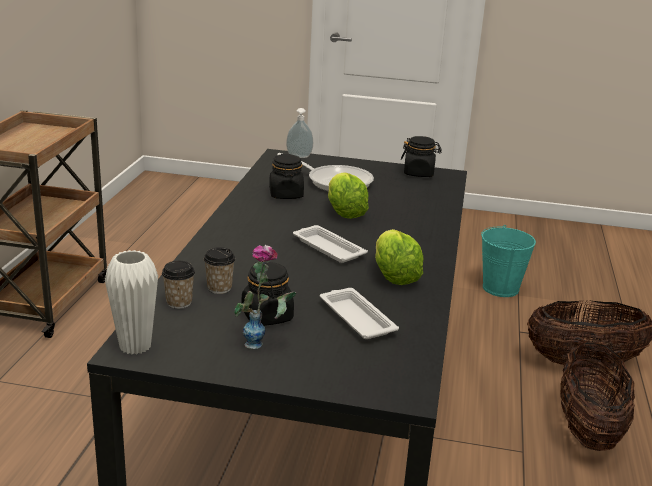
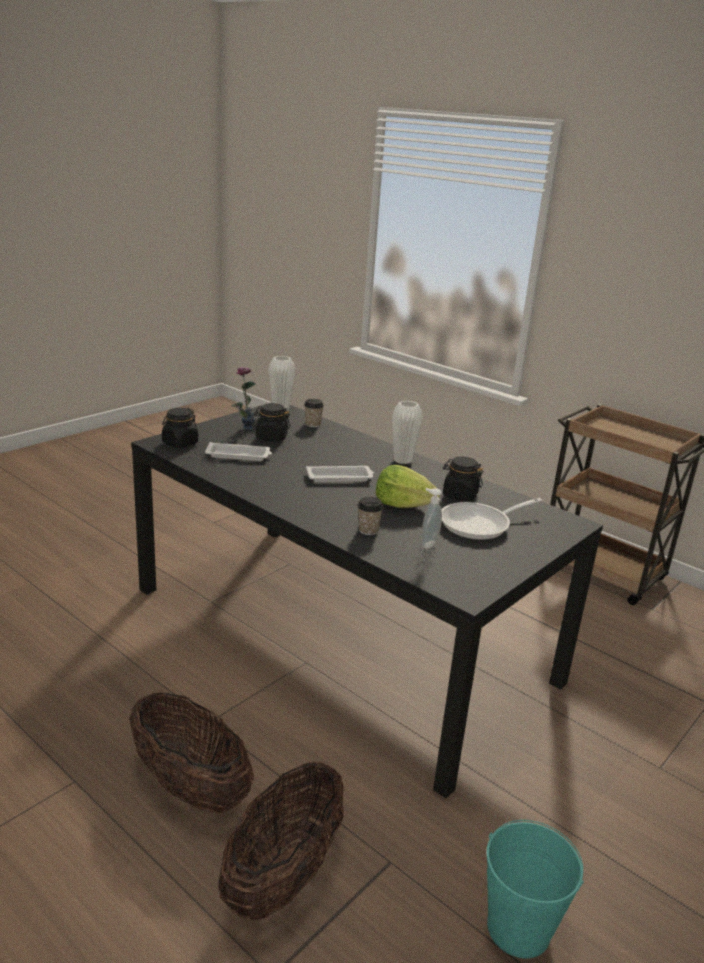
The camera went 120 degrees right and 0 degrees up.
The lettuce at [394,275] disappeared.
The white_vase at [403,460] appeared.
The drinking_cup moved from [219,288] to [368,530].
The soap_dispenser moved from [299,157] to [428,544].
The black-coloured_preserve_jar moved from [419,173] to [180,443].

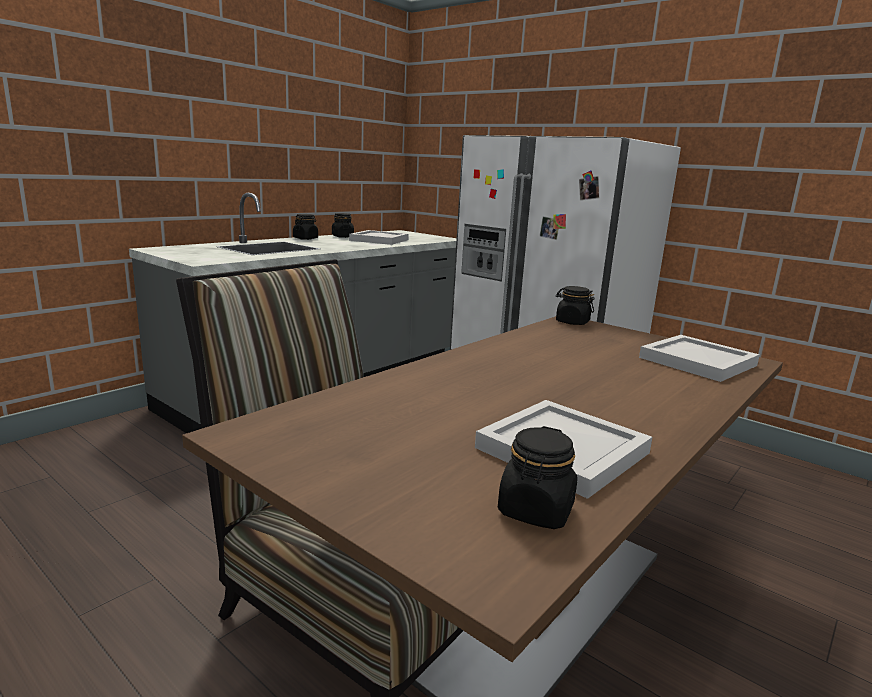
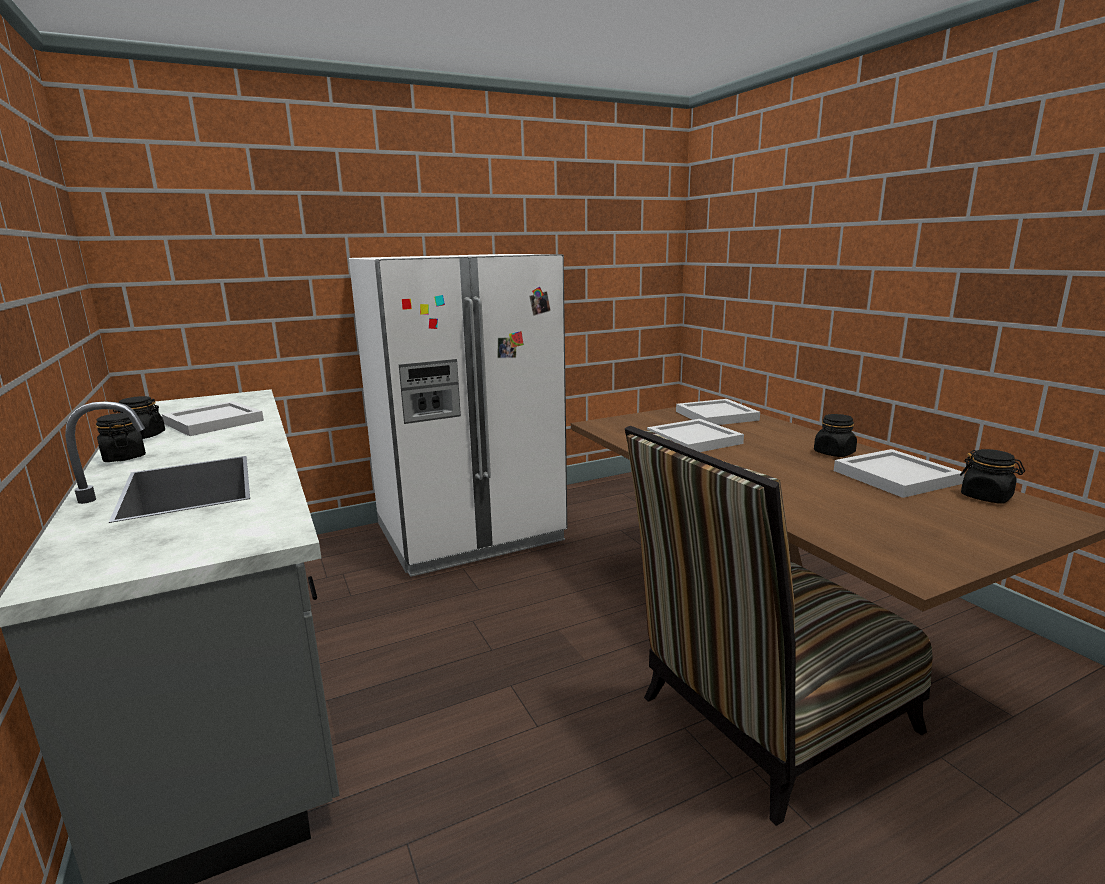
The camera went 65 degrees left and 0 degrees up.
The white_tray at [693,440] appeared.
The black-coloured_preserve_jar moved from [572,322] to [834,453].

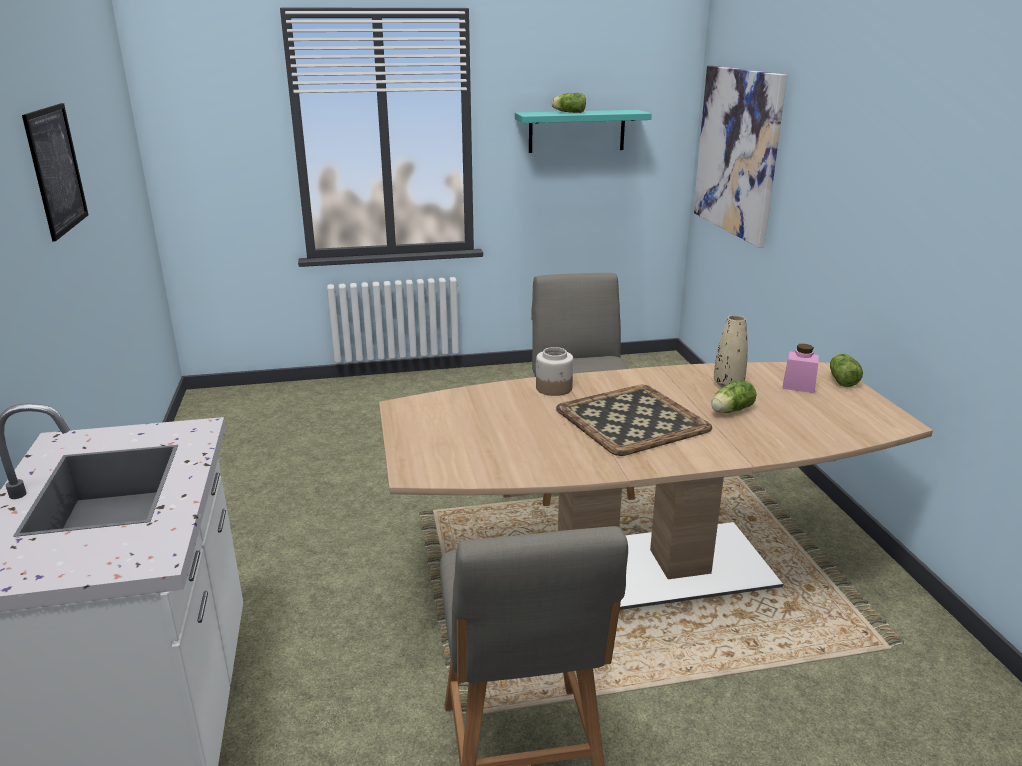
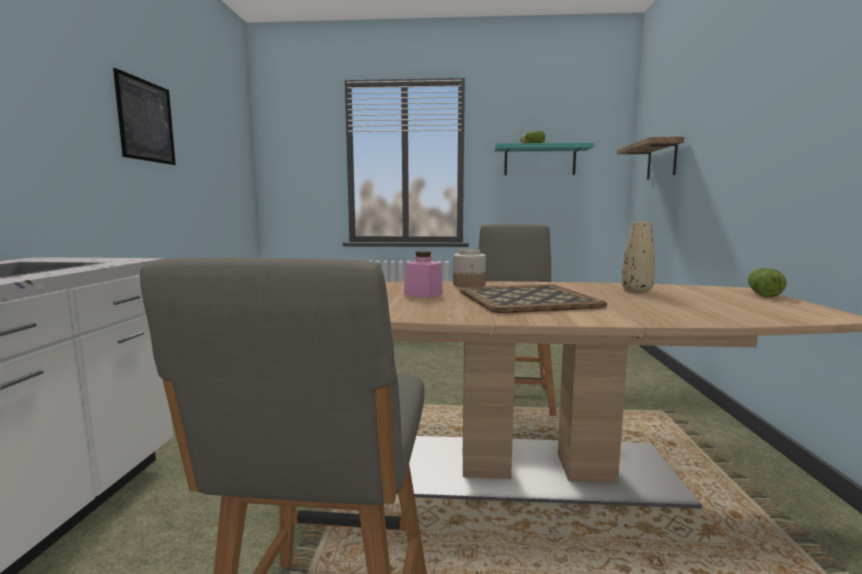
The camera went 15 degrees right and 15 degrees down.
The lettuce at [730,411] disappeared.
The pinkish_preserve_jar moved from [798,386] to [423,294].
The wall_picture at [737,152] was replaced by the bracket_shelf at [662,160].

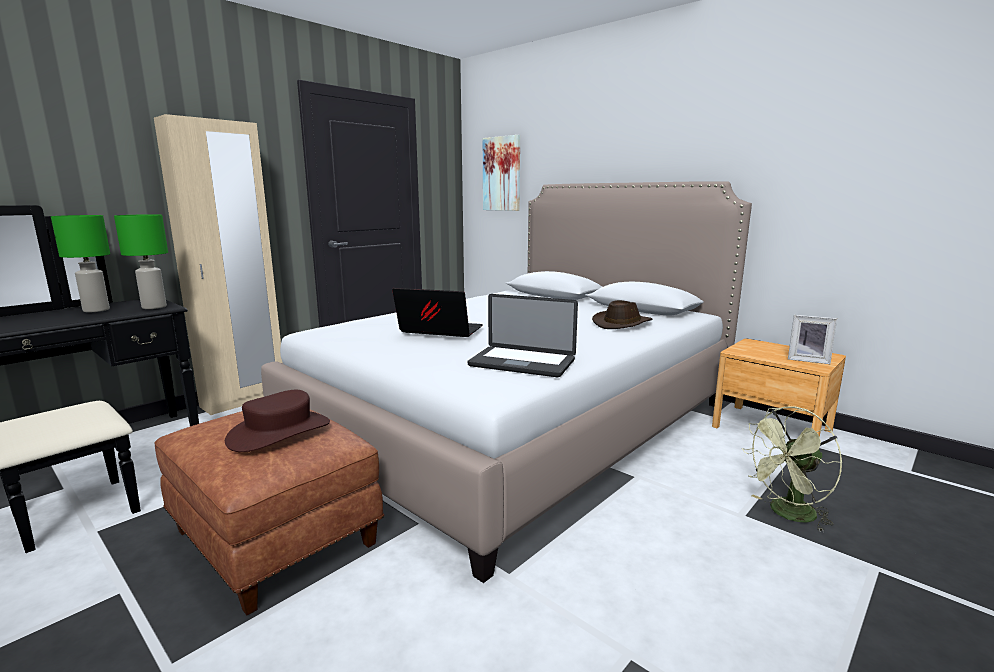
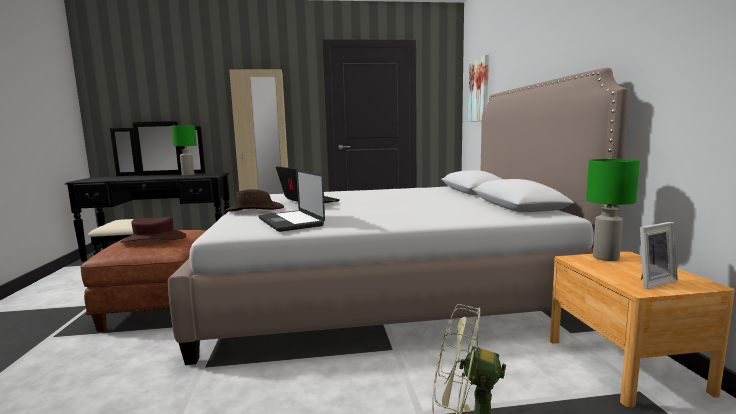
The camera went 40 degrees right and 5 degrees down.
The greenish_table_lamp moved from [154,307] to [605,257].
The brown-coloured_hat moved from [622,324] to [254,210].
The photo_frame at [808,360] turned 90 degrees counterclockwise.

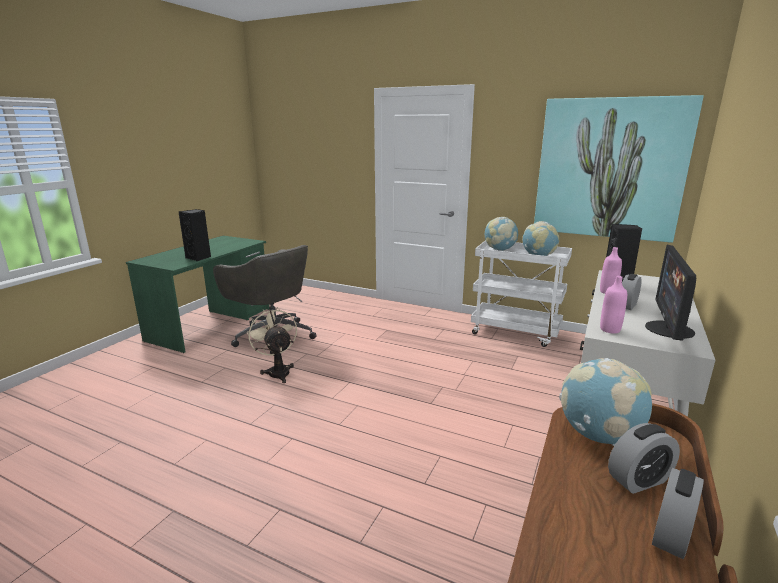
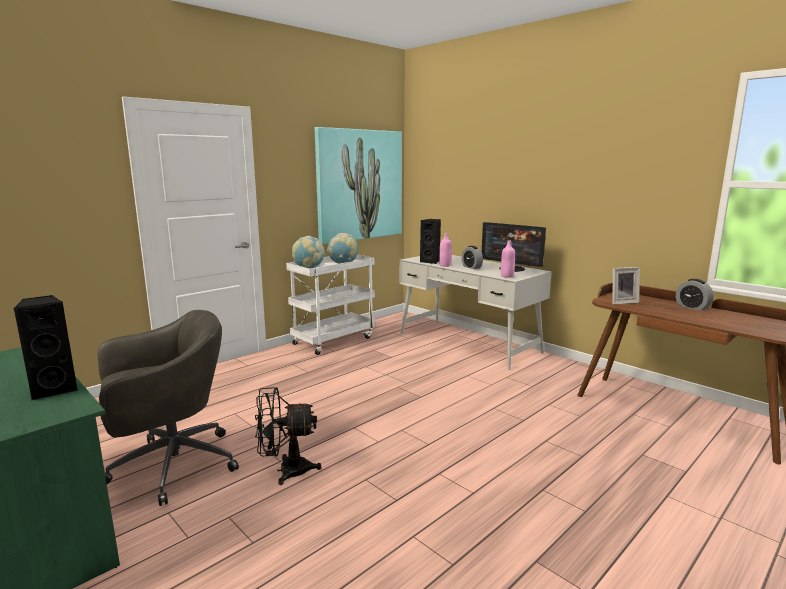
The camera went 70 degrees left and 5 degrees down.
The table_clock at [638,480] disappeared.
The world_globe at [598,435] was replaced by the photo_frame at [622,302].
The sand-coloured_cooling_fan at [277,371] became the black-coloured_cooling_fan at [286,470].

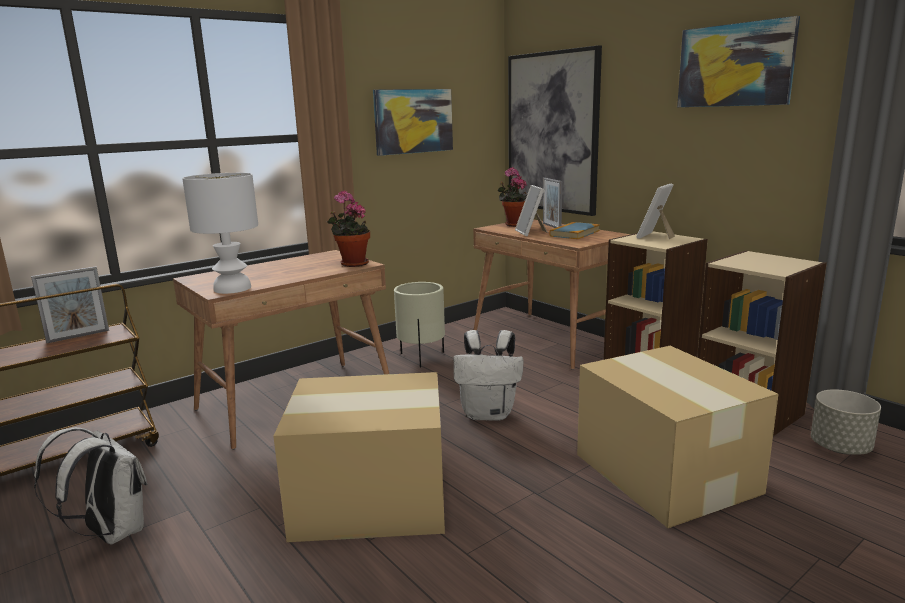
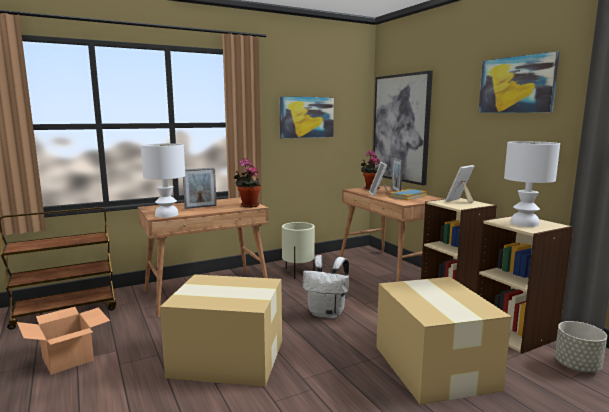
The camera went 10 degrees right and 5 degrees down.
The white_table_lamp at [524,223] appeared.
The photo_frame moved from [78,336] to [200,207].
The white_backpack at [111,533] was replaced by the packing_box at [67,358].

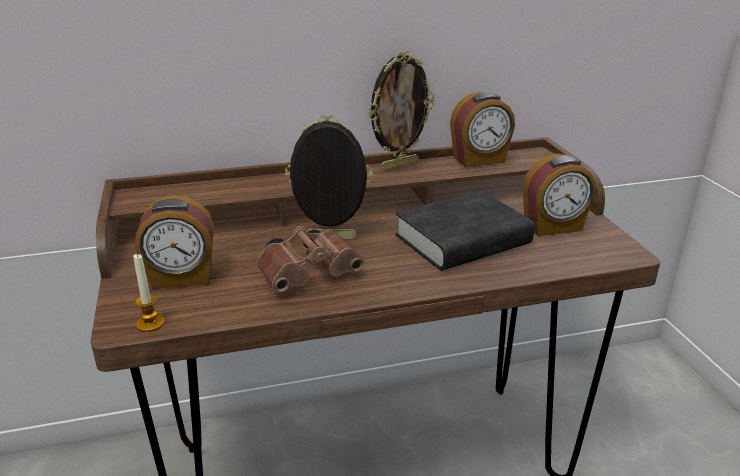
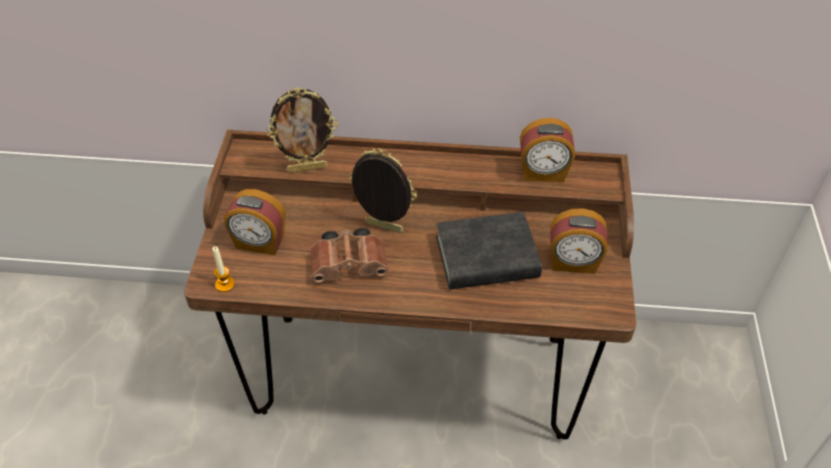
The camera went 20 degrees right and 20 degrees up.
The photo_frame moved from [399,165] to [307,168].

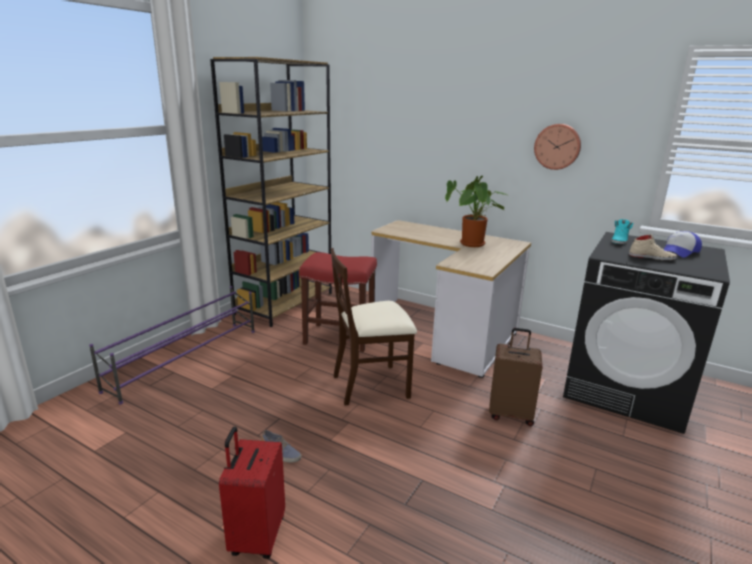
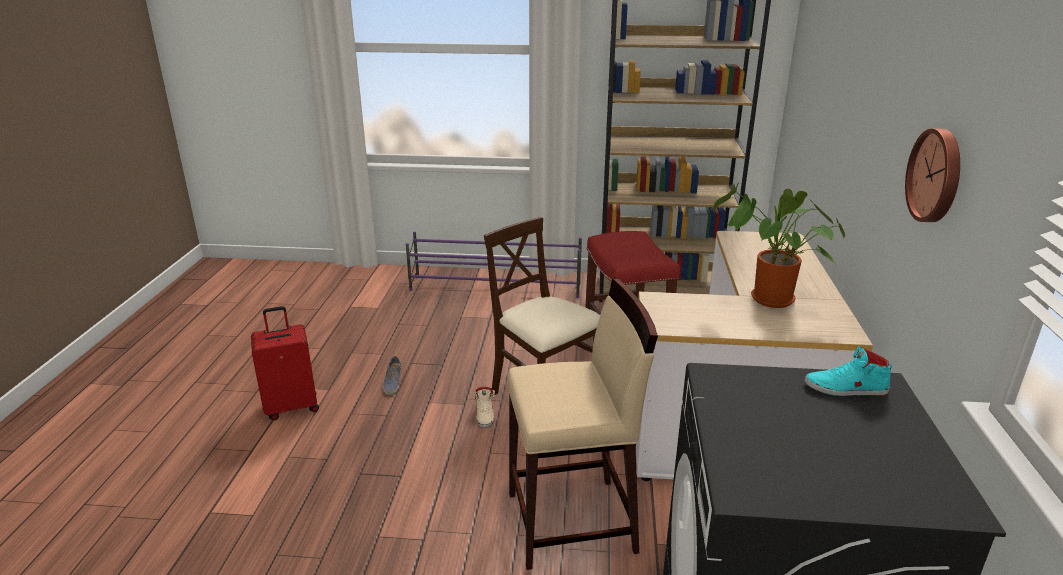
The camera went 65 degrees right and 5 degrees up.
The cap at [679,252] disappeared.
The sand-coloured_shoe moved from [651,257] to [485,414].
The brown-coloured_travel_case at [511,414] was replaced by the sand-coloured_sitting_stool at [572,523].

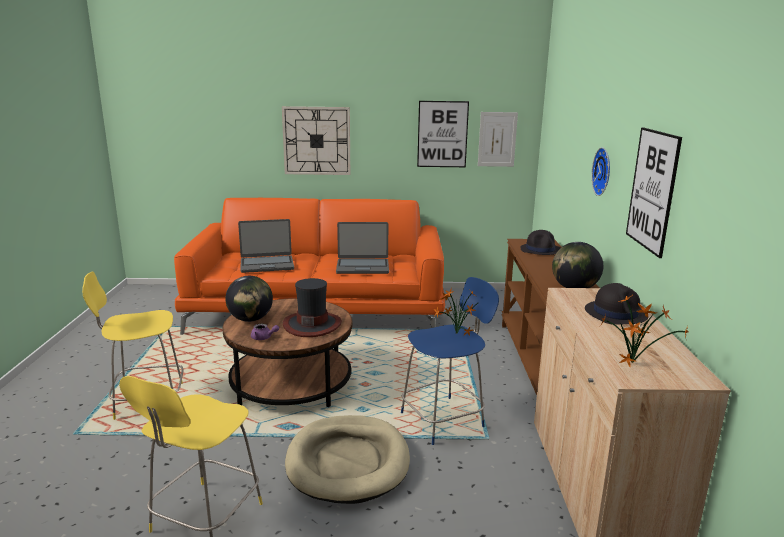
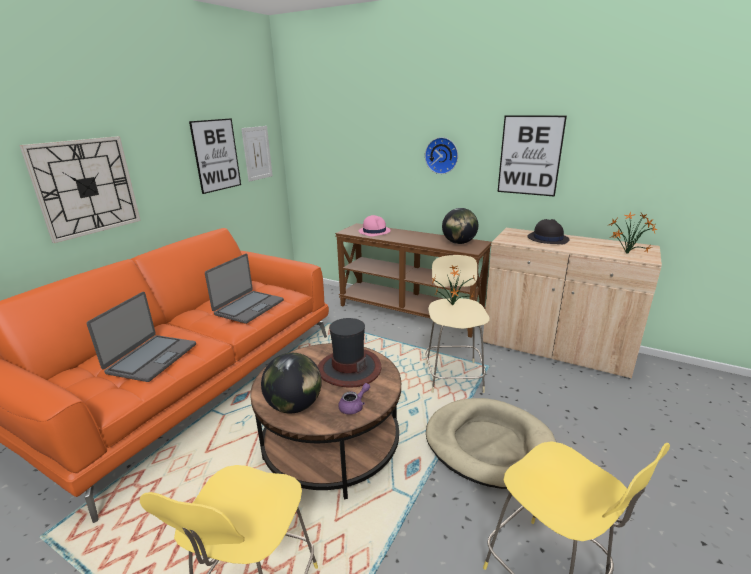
The camera went 60 degrees left and 5 degrees up.
The blue-coloured_sitting_stool at [444,419] became the sand-coloured_sitting_stool at [453,375].
The black-coloured_hat at [540,250] became the pinkish_hat at [374,231].

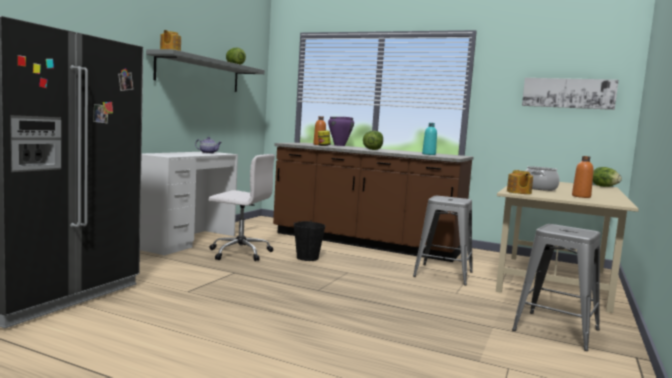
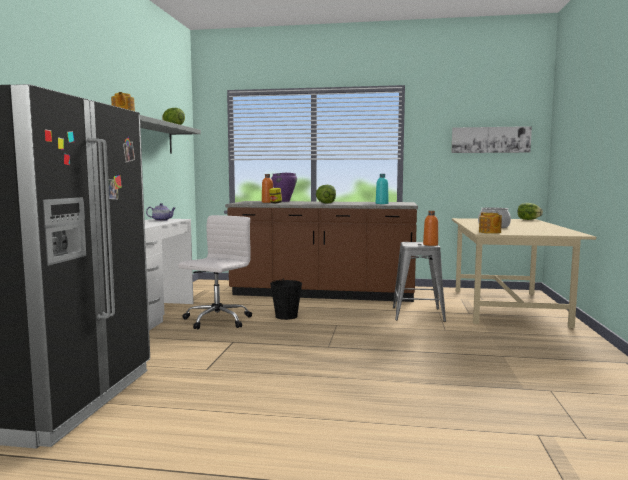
The camera went 15 degrees left and 0 degrees up.
The gray_sitting_stool at [556,330] disappeared.
The orange_beverage_bottle moved from [581,196] to [430,244].
The white_office_chair at [239,253] turned 60 degrees counterclockwise.

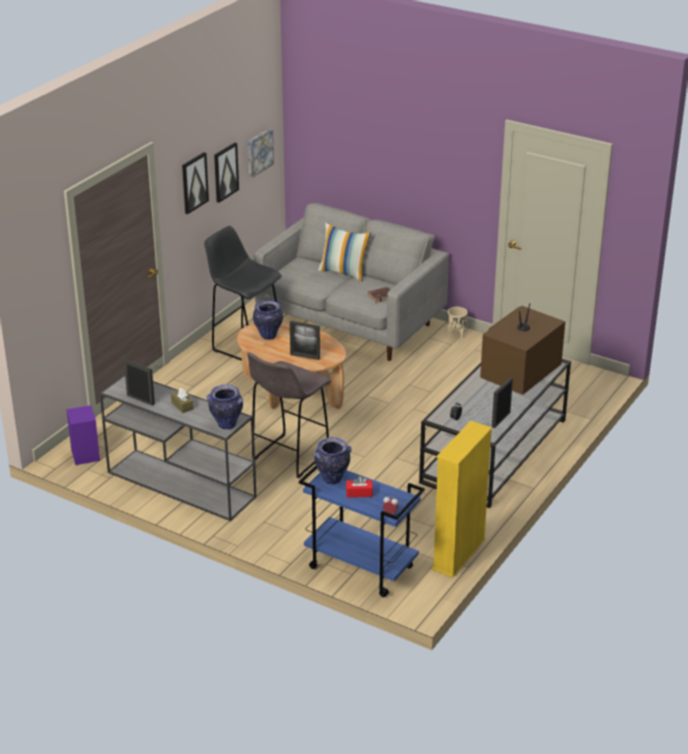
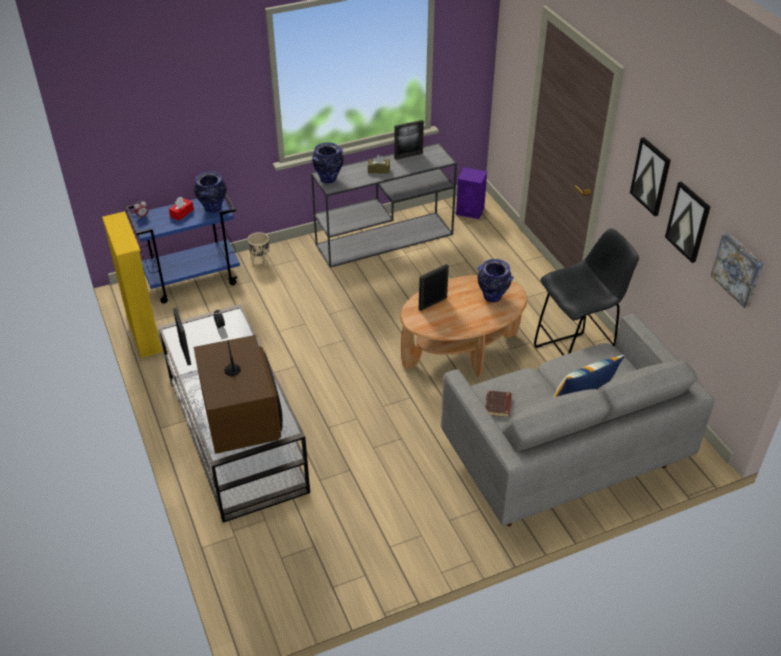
The camera went 125 degrees right and 10 degrees up.
The gray_sitting_stool at [289,457] disappeared.
The sand-coloured_plant_pot moved from [456,334] to [260,261].

